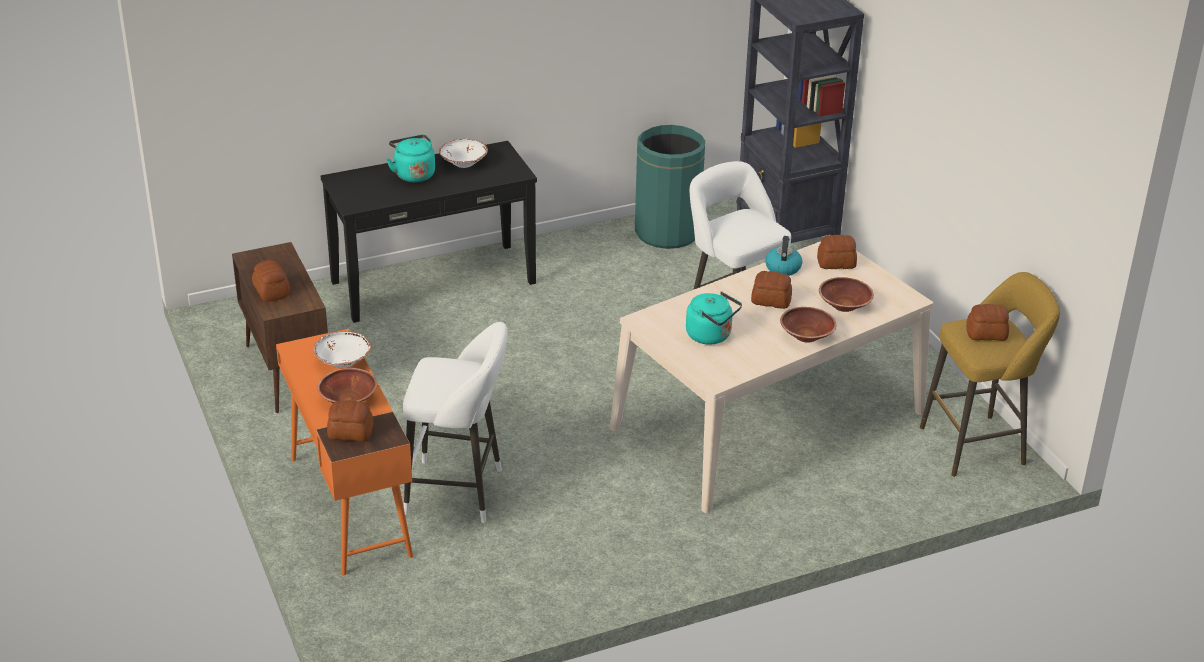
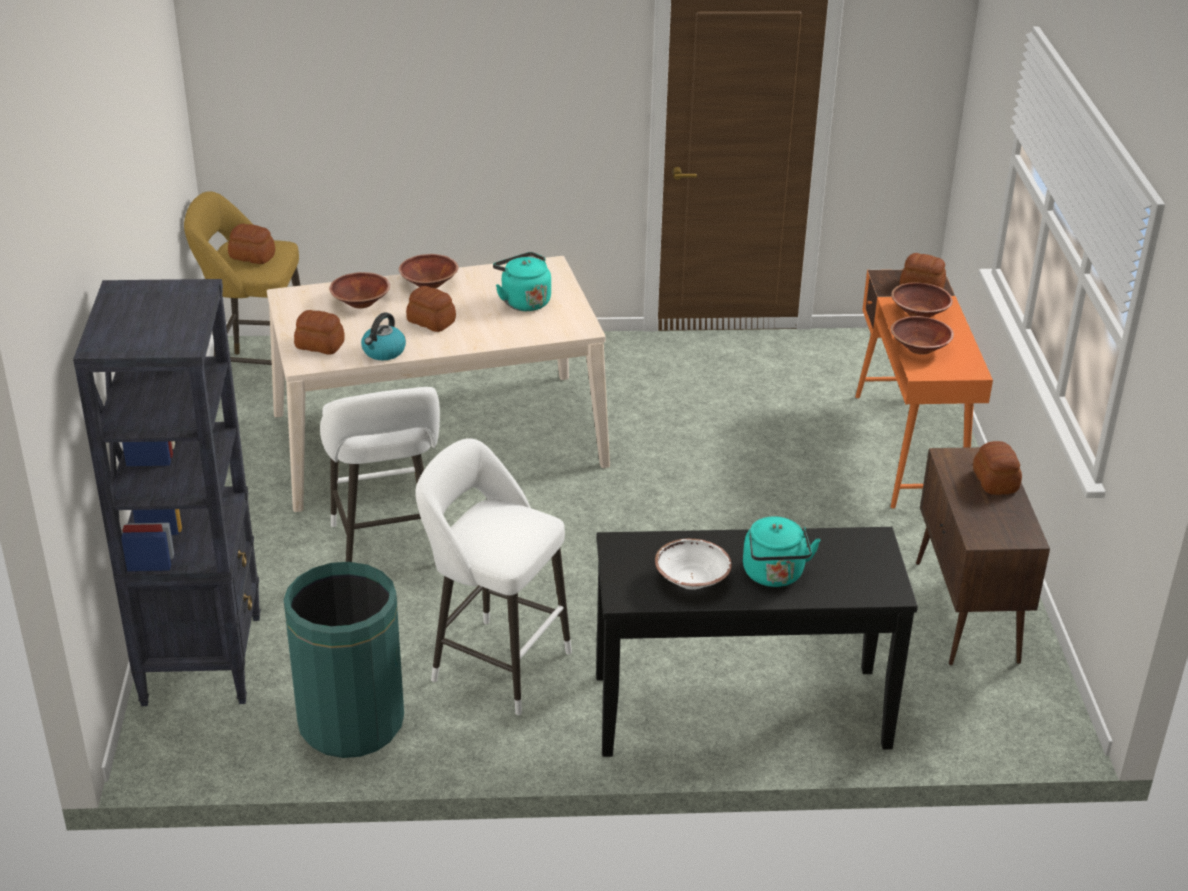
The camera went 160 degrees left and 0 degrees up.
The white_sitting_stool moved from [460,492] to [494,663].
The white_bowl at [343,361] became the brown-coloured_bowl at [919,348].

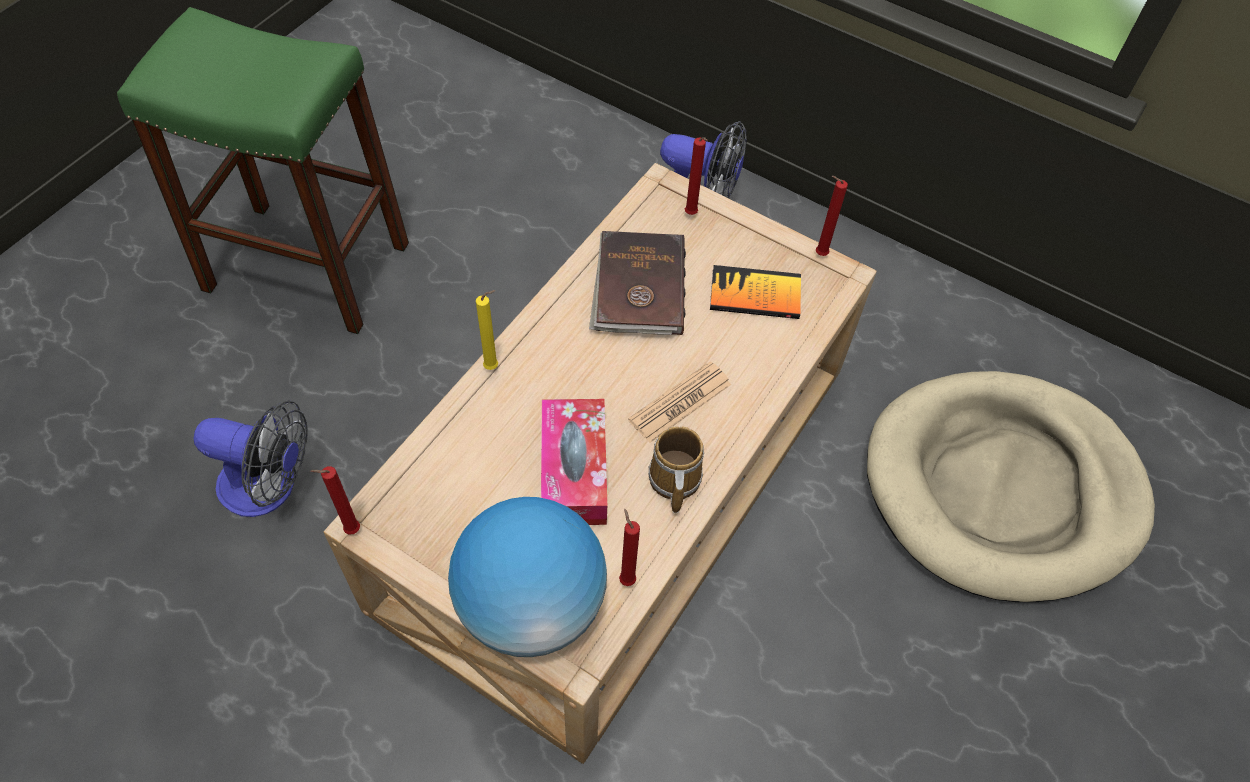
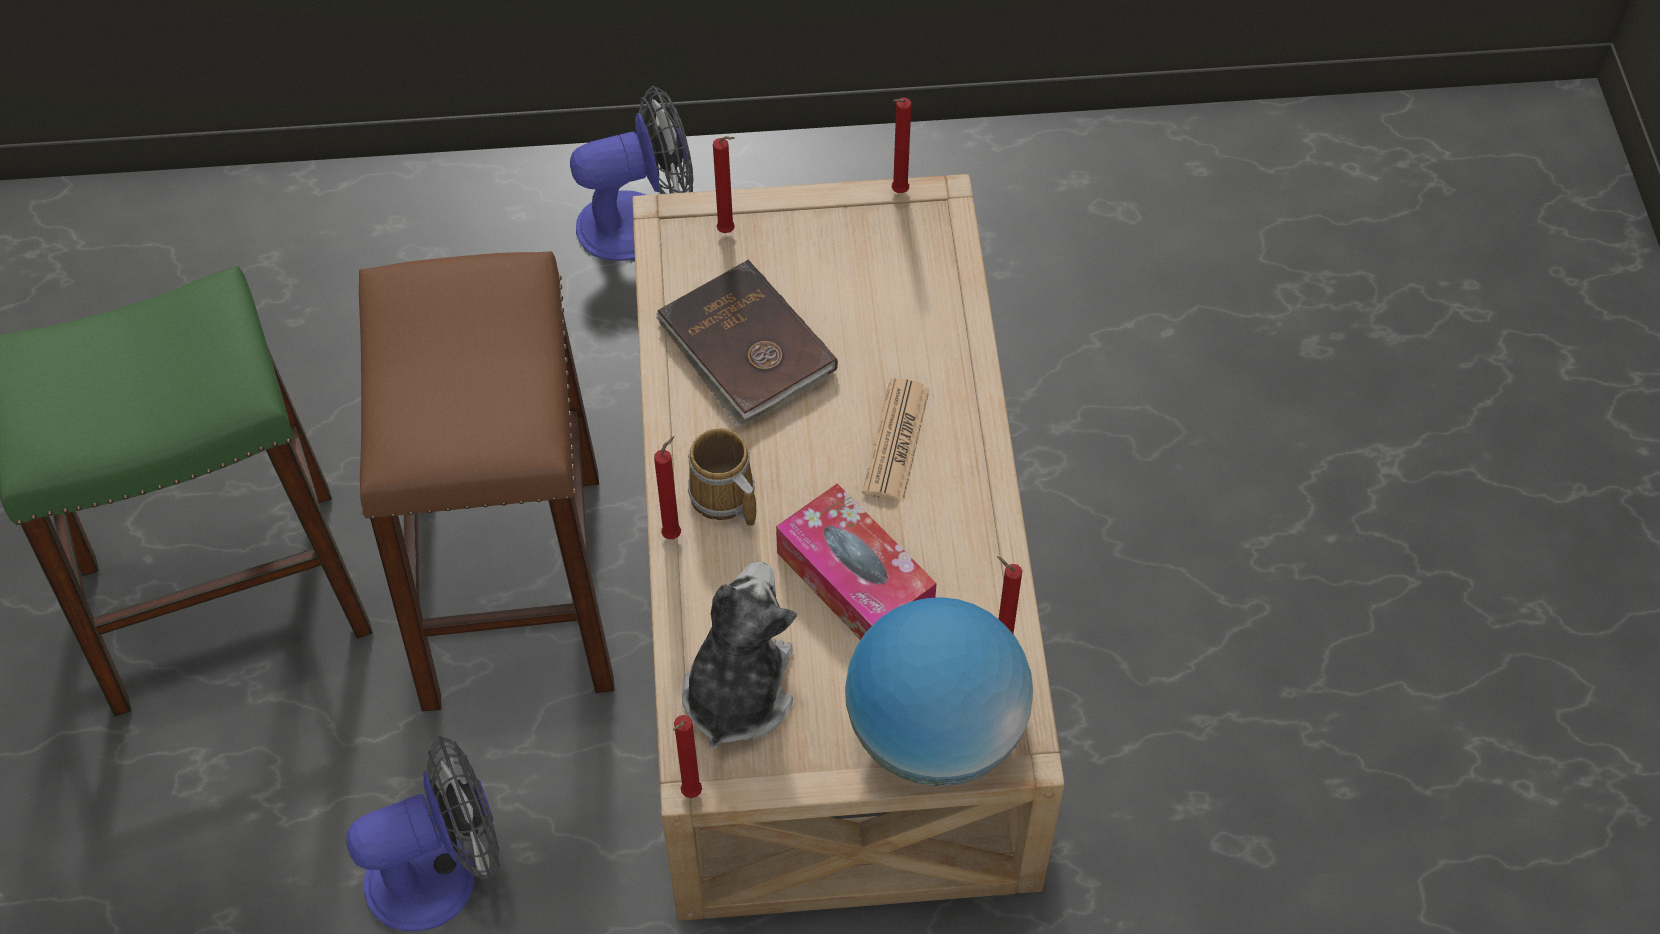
The camera went 35 degrees left and 0 degrees up.
The bound_book at [755,294] disappeared.
The sand-coloured_dog_cushion at [1002,488] disappeared.
The brown-coloured_sitting_stool at [513,587] appeared.
The plush_toy at [737,691] appeared.
The coffee_mug moved from [673,481] to [723,498].
The yellow-coloured_wax_candle at [493,367] became the red-coloured_wax_candle at [674,533].

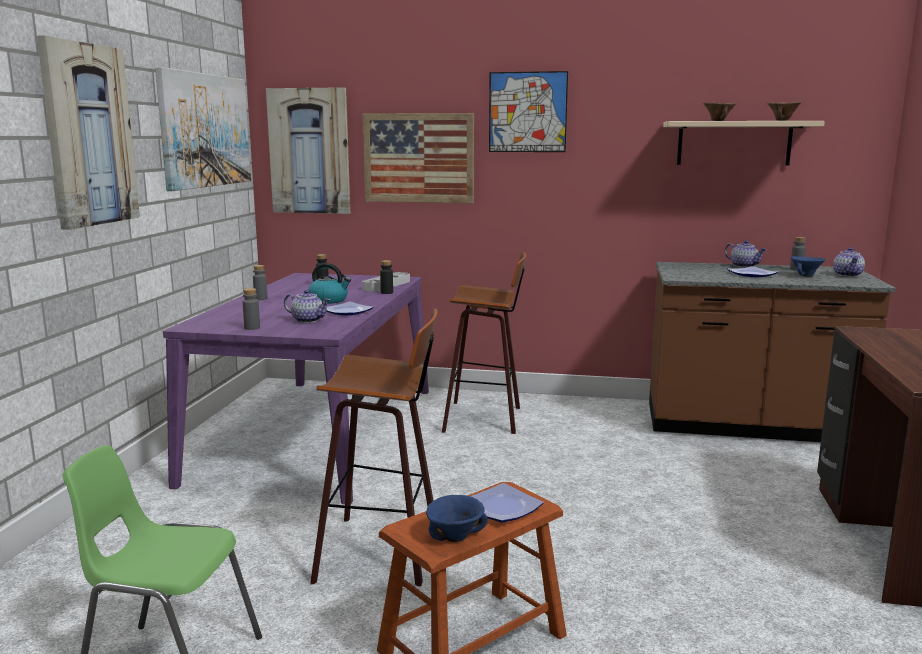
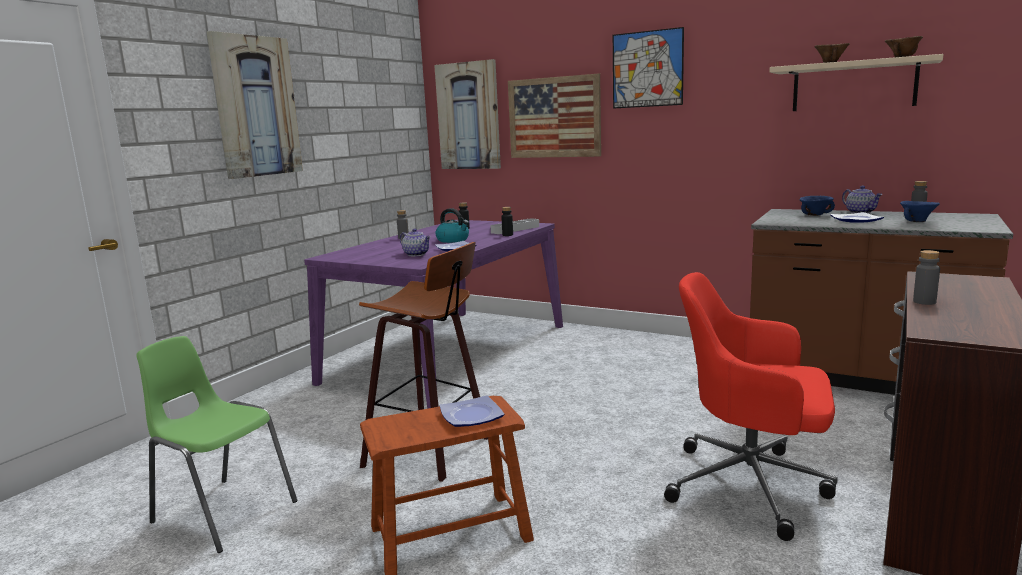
The camera went 20 degrees right and 0 degrees up.
The wall_picture at [205,130] disappeared.
The sitting_stool at [486,418] disappeared.
The tea_pot at [848,275] disappeared.
The red-coloured_office_chair at [751,486] appeared.
The gray_beverage_bottle moved from [252,328] to [924,302].
The blue-coloured_bowl moved from [456,537] to [815,215].

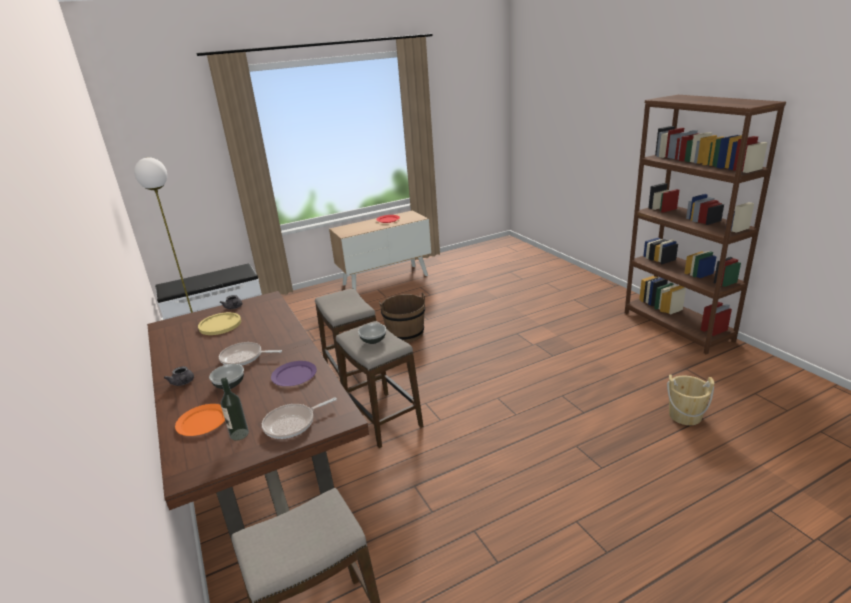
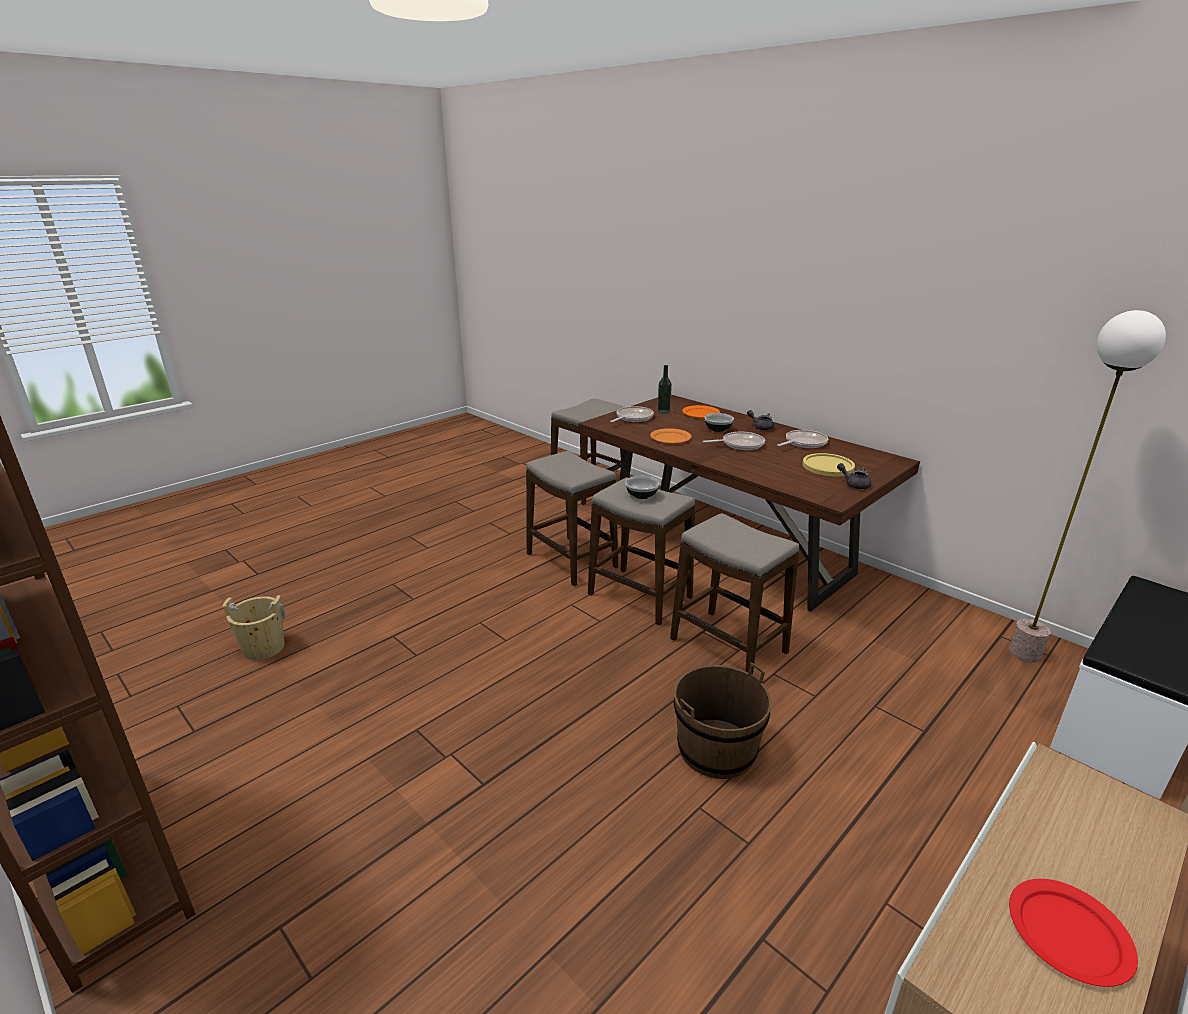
The camera went 160 degrees right and 0 degrees up.
The sitting_stool at [571,561] appeared.
The pan at [803,443] appeared.
The purple-coloured_flat_dish at [294,375] became the orange_flat_dish at [670,438].

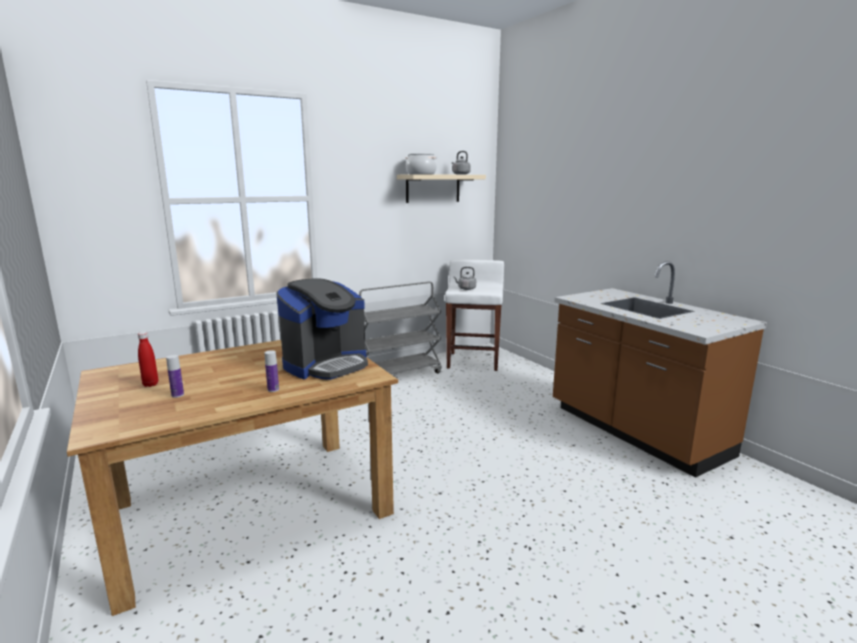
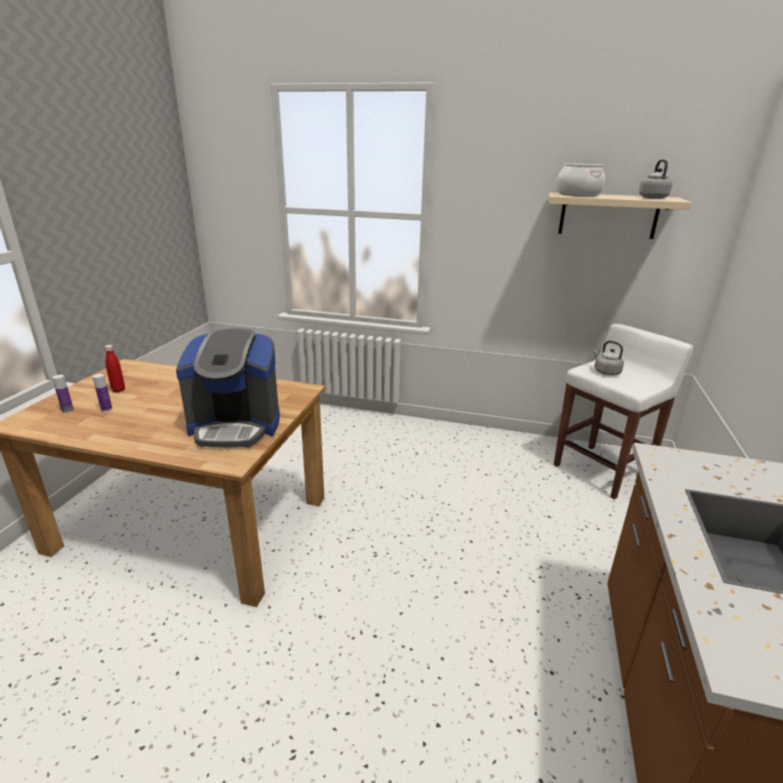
The camera went 45 degrees right and 10 degrees up.
The gray_wheeled_cart at [398,374] disappeared.
The beverage_bottle moved from [273,389] to [67,410].

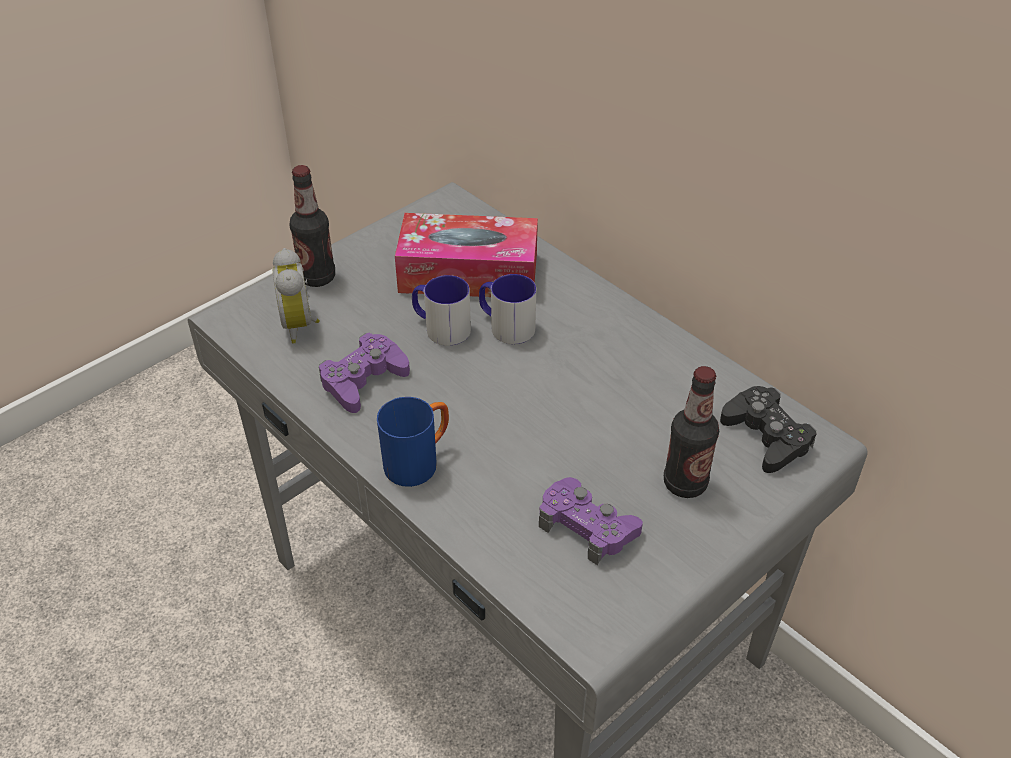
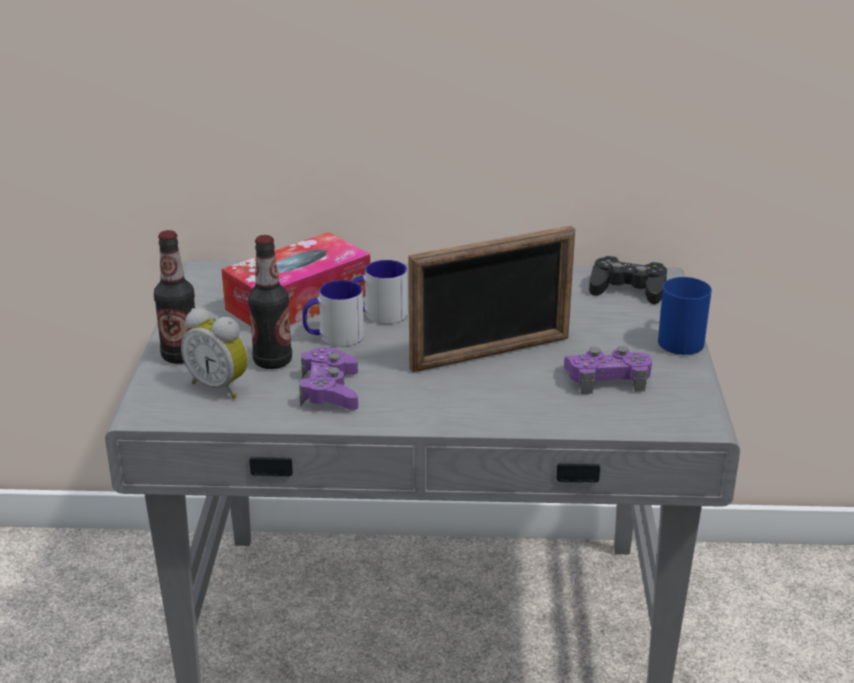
The camera went 45 degrees left and 15 degrees down.
The photo_frame at [491,354] appeared.
The blue-coloured_coffee_mug moved from [419,461] to [679,339].
The beverage_bottle moved from [685,483] to [272,361].

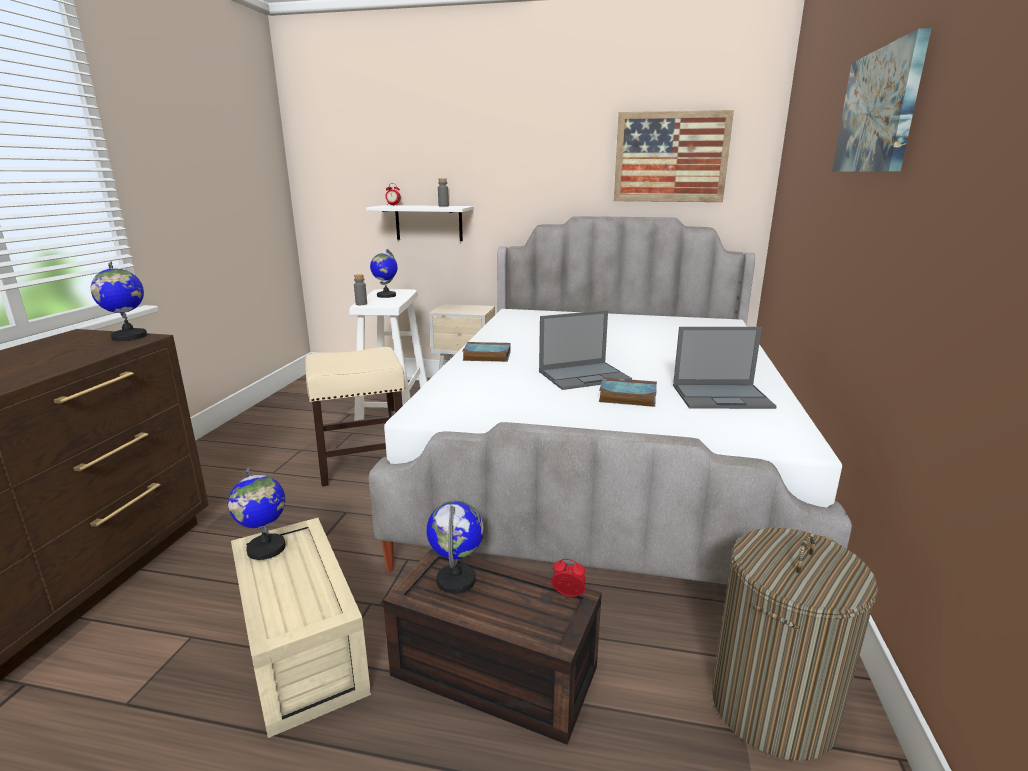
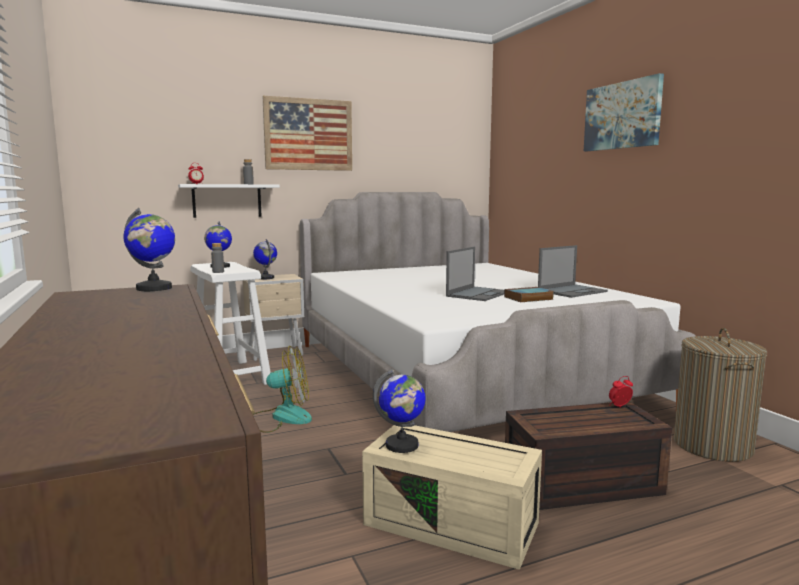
The camera went 35 degrees left and 10 degrees down.
The bound_book at [485,356] disappeared.
The world_globe moved from [456,580] to [266,278].
The wall_picture moved from [670,157] to [308,134].
The sand-coloured_sitting_stool at [363,463] was replaced by the cooling_fan at [281,417].

